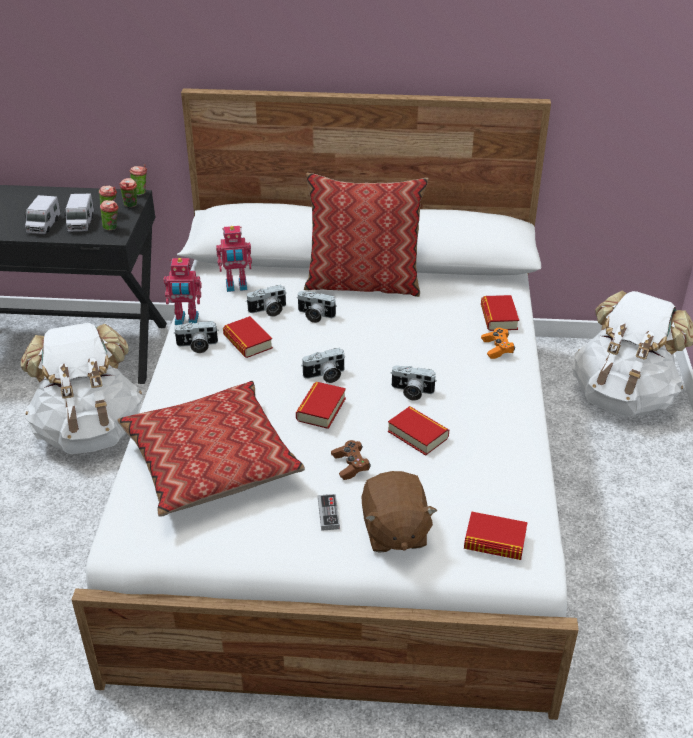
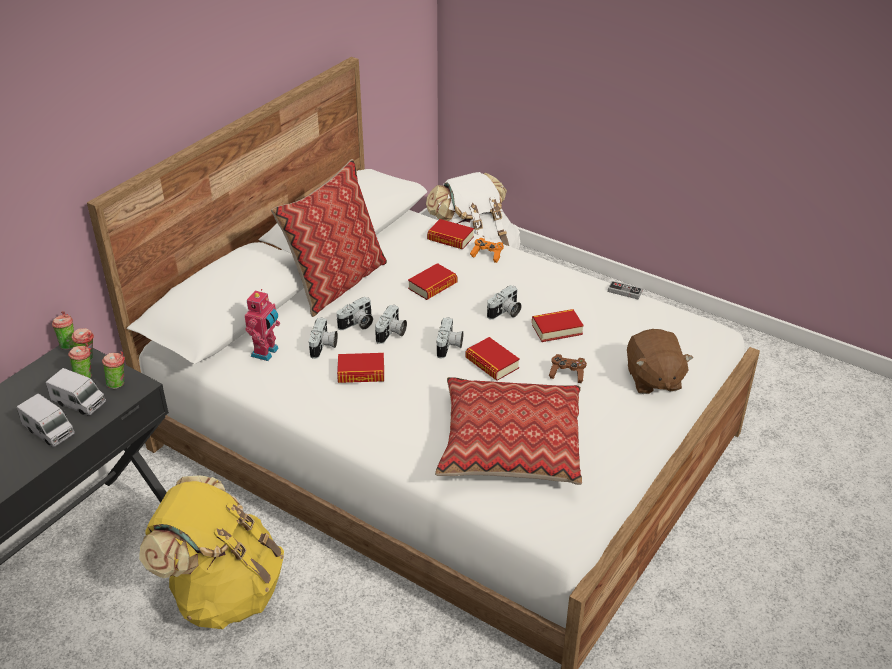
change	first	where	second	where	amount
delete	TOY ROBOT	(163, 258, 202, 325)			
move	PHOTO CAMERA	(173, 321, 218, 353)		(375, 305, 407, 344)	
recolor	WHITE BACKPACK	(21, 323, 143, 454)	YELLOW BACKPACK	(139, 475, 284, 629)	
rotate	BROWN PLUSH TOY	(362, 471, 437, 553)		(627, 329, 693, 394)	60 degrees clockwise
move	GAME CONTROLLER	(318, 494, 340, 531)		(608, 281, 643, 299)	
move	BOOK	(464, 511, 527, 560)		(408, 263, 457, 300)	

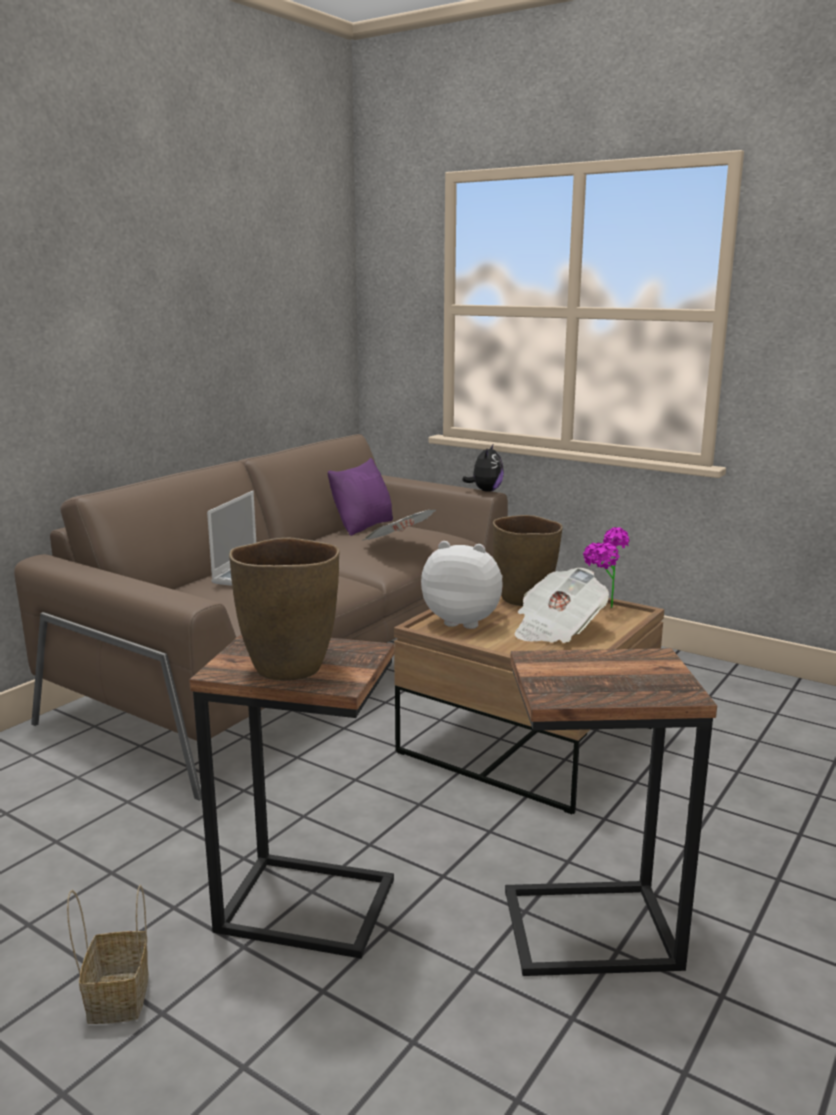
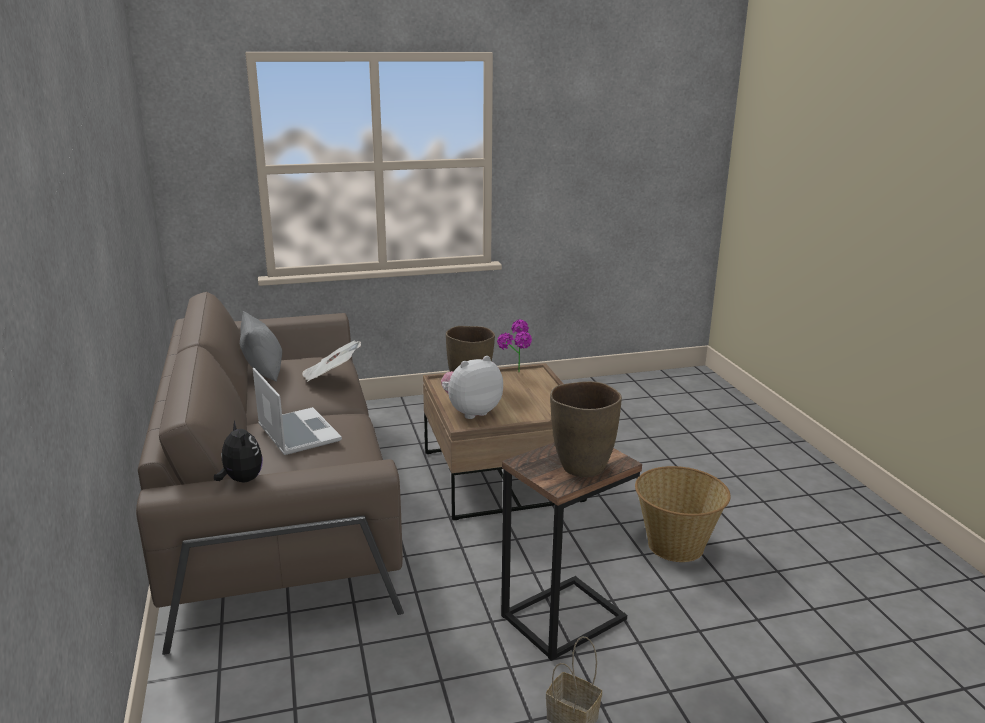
change	first	where	second	where	amount
move	PLUSH TOY	(462, 443, 504, 492)		(214, 421, 263, 482)	
recolor	PURPLE PILLOW	(328, 458, 393, 536)	GREY PILLOW	(240, 311, 282, 382)	
delete	NEWSPAPER	(515, 568, 609, 643)			
replace	SIDE TABLE	(505, 648, 717, 976)	BASKET	(635, 466, 731, 562)	

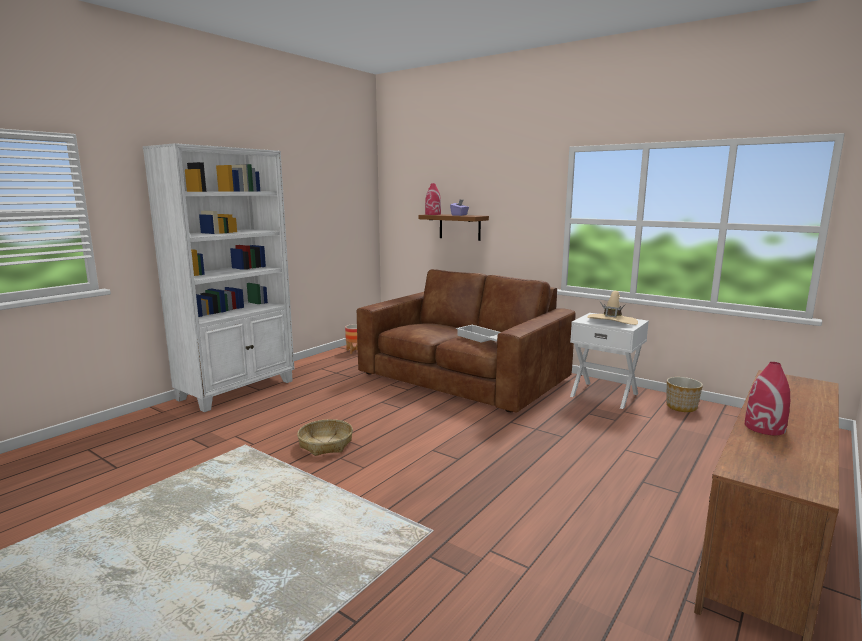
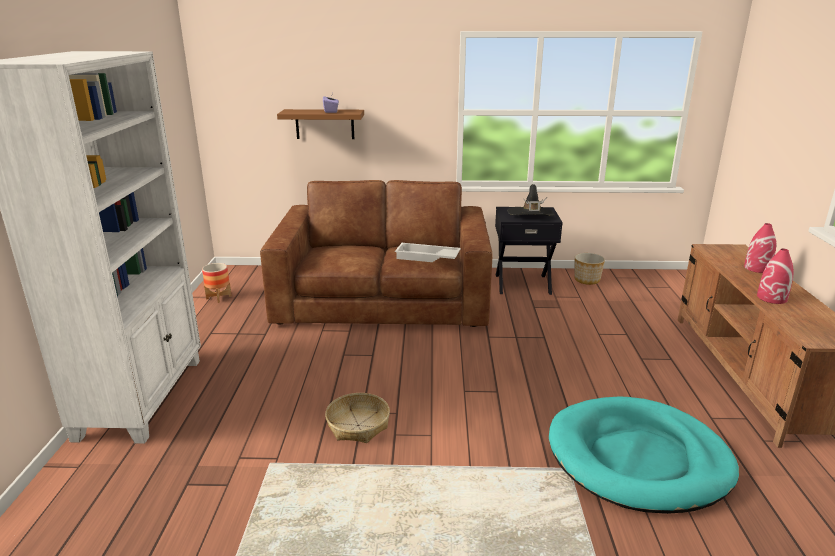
change	first	where	second	where	amount
move	RED VASE	(425, 183, 441, 215)		(744, 223, 776, 273)	
recolor	BEIGE HAT	(587, 291, 638, 325)	BLACK HAT	(507, 184, 555, 216)	
recolor	WHITE SIDE TABLE	(570, 313, 649, 409)	BLACK SIDE TABLE	(495, 207, 563, 295)	
insert			TURQUOISE DOG BED	(549, 396, 739, 514)	

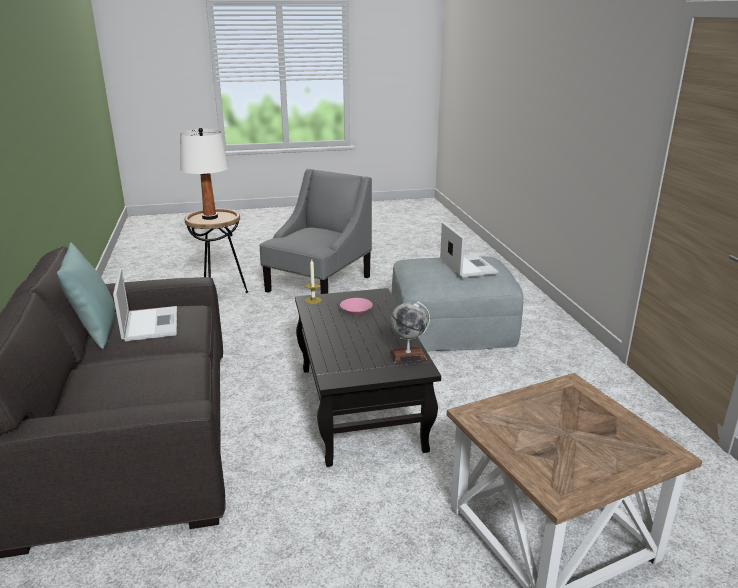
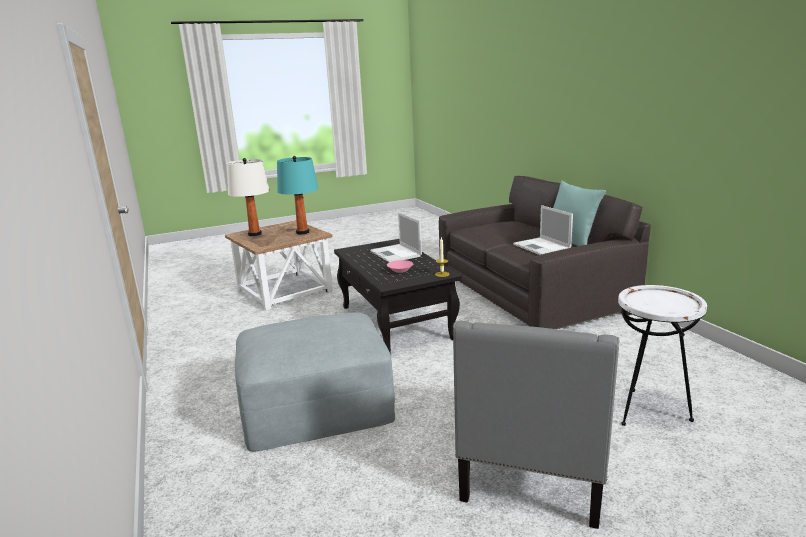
change	first	where	second	where	amount
move	WHITE TABLE LAMP	(180, 128, 229, 220)		(227, 158, 270, 236)	
recolor	BROWN SIDE TABLE	(184, 209, 248, 293)	WHITE SIDE TABLE	(618, 285, 707, 426)	
move	LAPTOP	(440, 222, 498, 278)		(370, 212, 422, 262)	
delete	GLOBE	(390, 301, 430, 364)			
insert			TURQUOISE TABLE LAMP	(277, 156, 318, 234)	

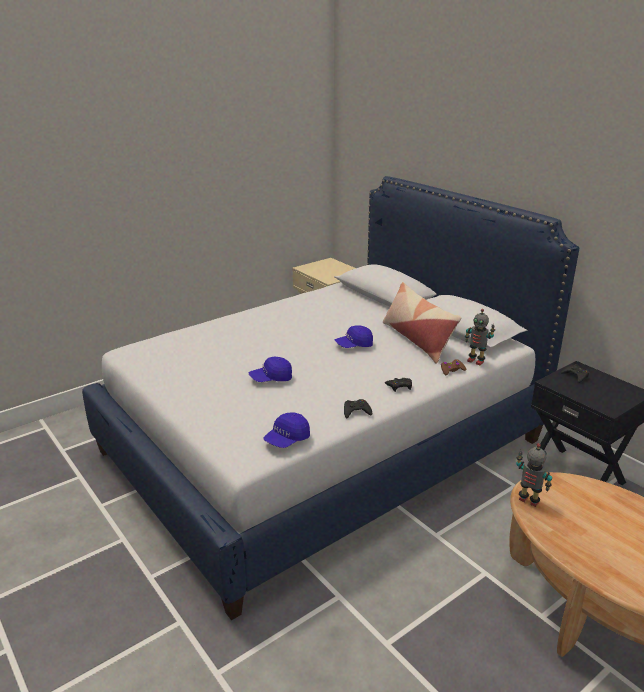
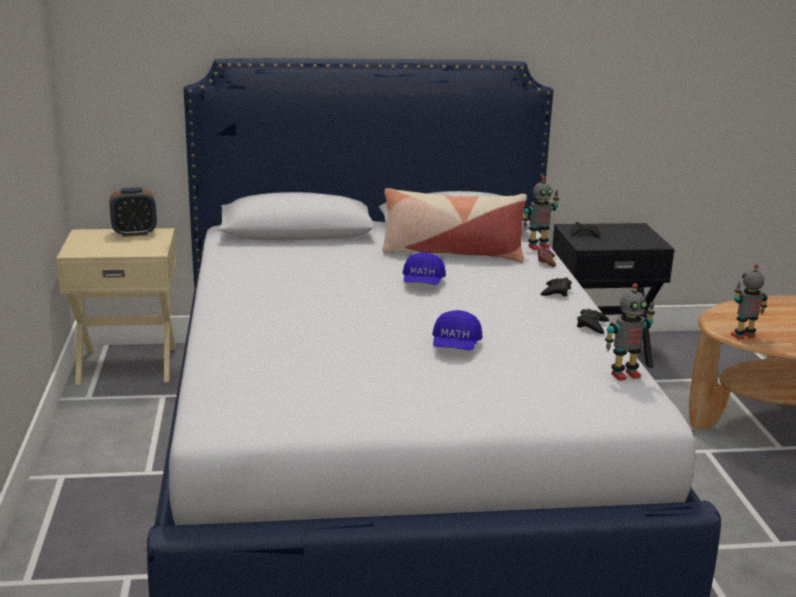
change	first	where	second	where	amount
replace	BLUE CAP	(263, 412, 310, 448)	TOY ROBOT	(605, 283, 655, 381)	
insert			ALARM CLOCK	(109, 187, 157, 237)	

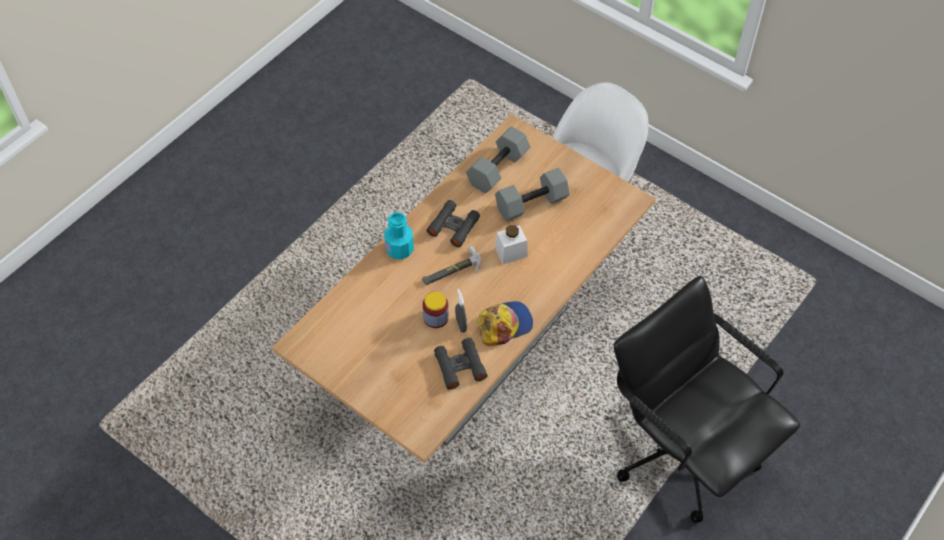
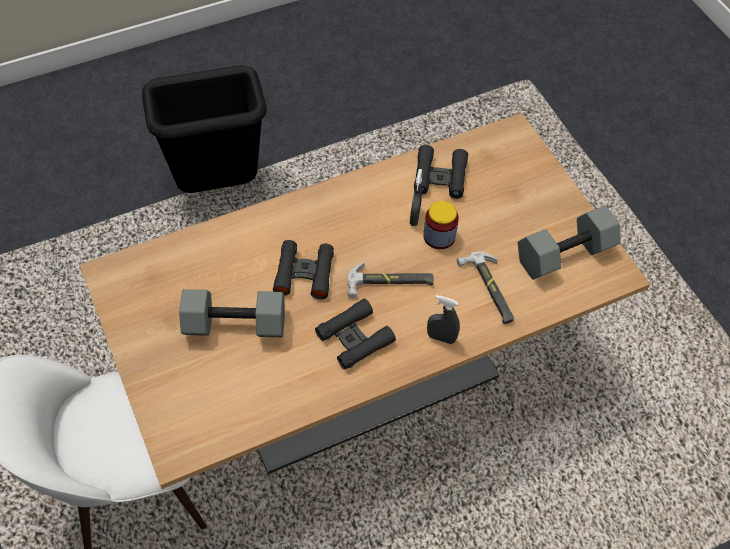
change	first	where	second	where	amount
move	GREY DUMBBELL	(466, 126, 530, 193)		(518, 206, 621, 280)	
replace	TURQUOISE BOTTLE	(384, 212, 414, 260)	GREY SPRAY BOTTLE	(427, 295, 460, 344)	
replace	WHITE JAR	(495, 225, 528, 264)	BLACK BINOCULARS	(273, 240, 334, 299)	
replace	BLACK OFFICE CHAIR	(614, 276, 800, 523)	BLACK TRASH CAN	(142, 65, 267, 193)	
delete	CAP	(477, 301, 533, 346)			
insert			HAMMER	(457, 251, 514, 324)	

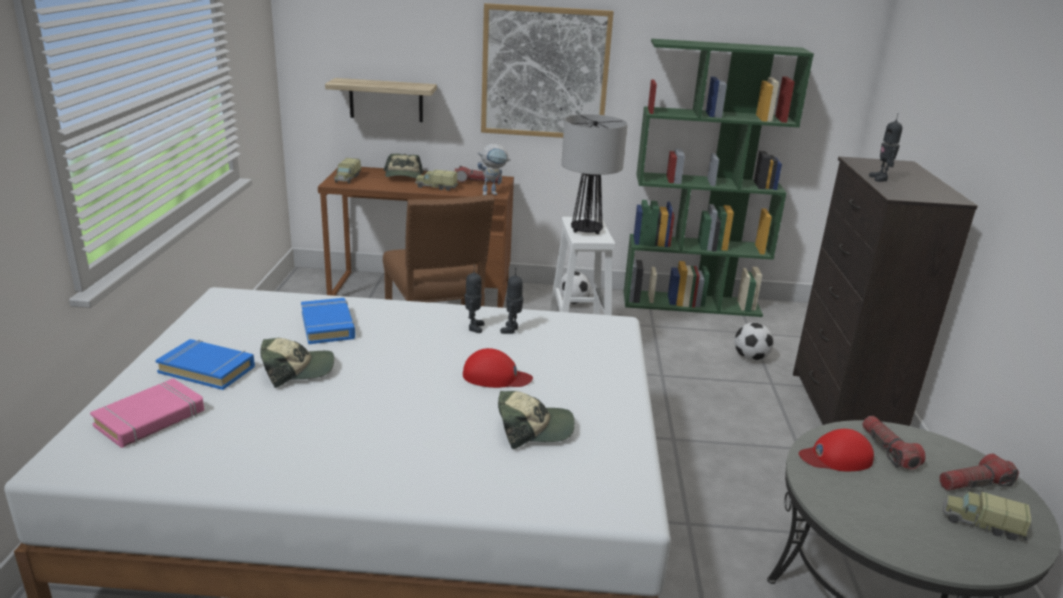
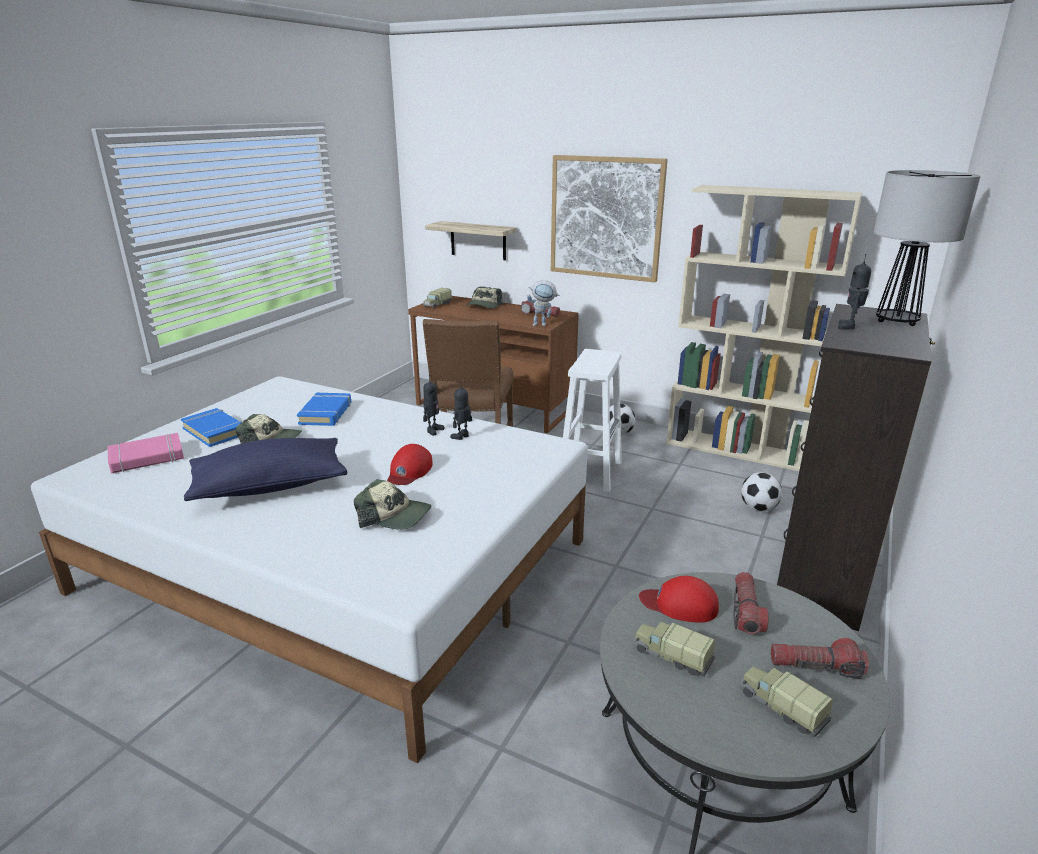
change	first	where	second	where	amount
recolor	GREEN BOOKCASE	(624, 39, 814, 317)	BEIGE BOOKCASE	(666, 185, 863, 471)	
move	TABLE LAMP	(561, 114, 628, 234)		(874, 170, 981, 326)	
move	TOY TRUCK	(415, 170, 458, 191)		(633, 622, 715, 677)	
rotate	RED CAP	(463, 348, 533, 388)		(387, 444, 433, 485)	75 degrees clockwise
insert			BLUE PILLOW	(184, 438, 347, 501)	

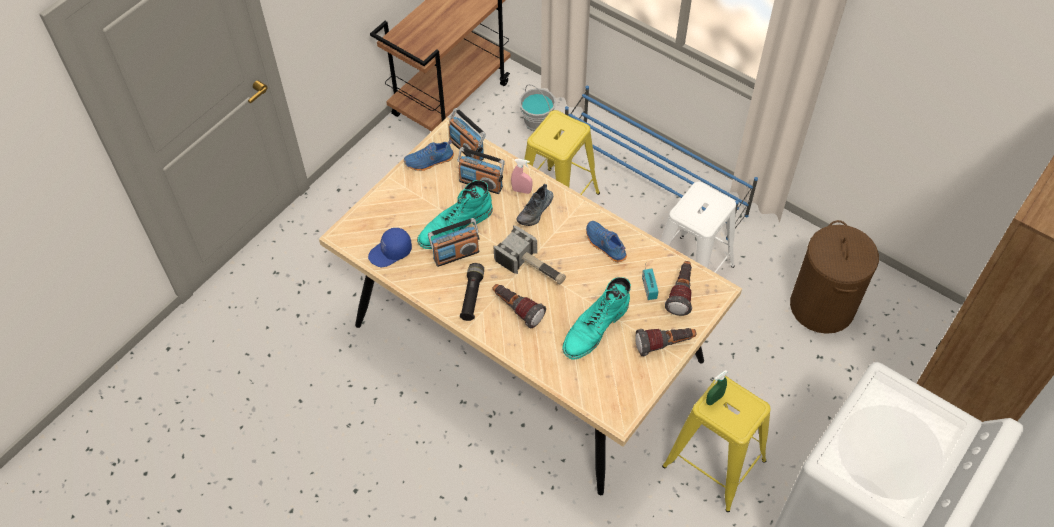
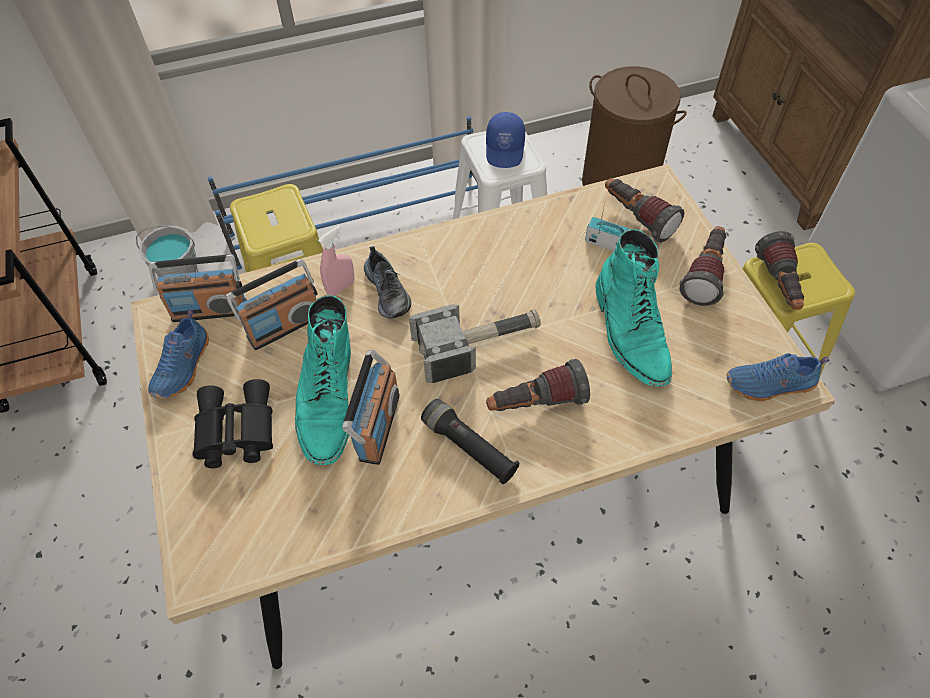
change	first	where	second	where	amount
move	BLUE SHOE	(586, 221, 627, 262)		(726, 353, 830, 401)	
move	BLUE CAP	(368, 228, 412, 267)		(486, 112, 525, 168)	
replace	GREEN SPRAY BOTTLE	(706, 370, 728, 405)	FLASHLIGHT	(755, 231, 804, 310)	
insert			BLACK BINOCULARS	(193, 379, 273, 468)	

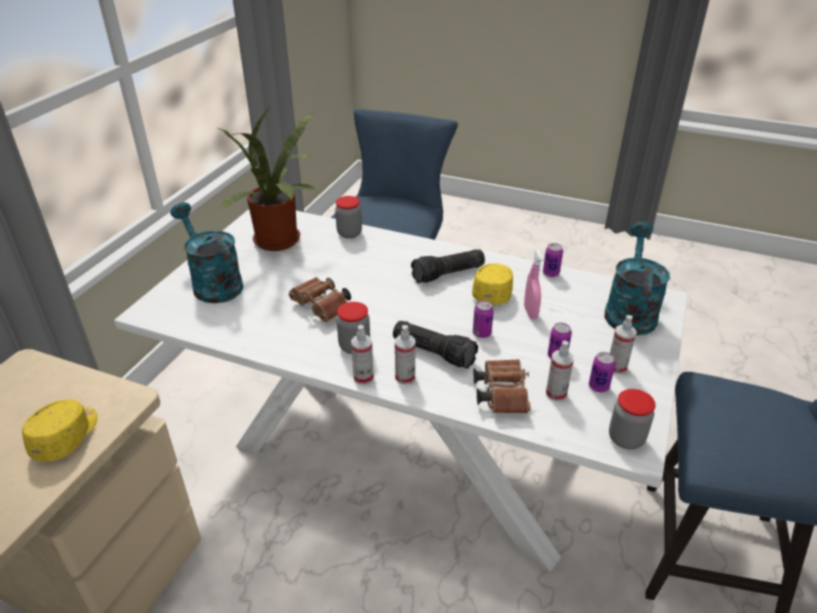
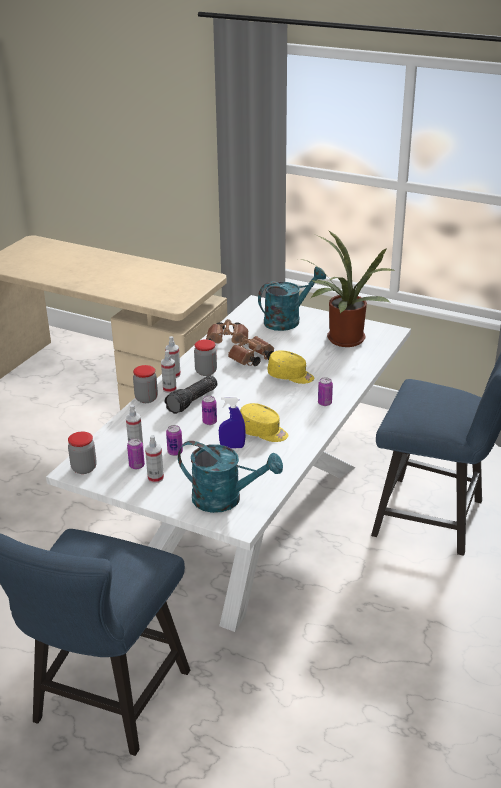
change	first	where	second	where	amount
move	JAR	(335, 196, 362, 238)		(133, 365, 158, 403)	
move	CAN	(543, 243, 563, 277)		(318, 377, 333, 406)	
delete	FLASHLIGHT	(411, 249, 485, 283)			
recolor	PINK SPRAY BOTTLE	(524, 250, 543, 319)	BLUE SPRAY BOTTLE	(219, 396, 246, 448)	
move	BROWN BINOCULARS	(473, 359, 530, 413)		(206, 319, 249, 344)	
move	YELLOW CAP	(22, 399, 98, 462)		(267, 350, 314, 384)	

